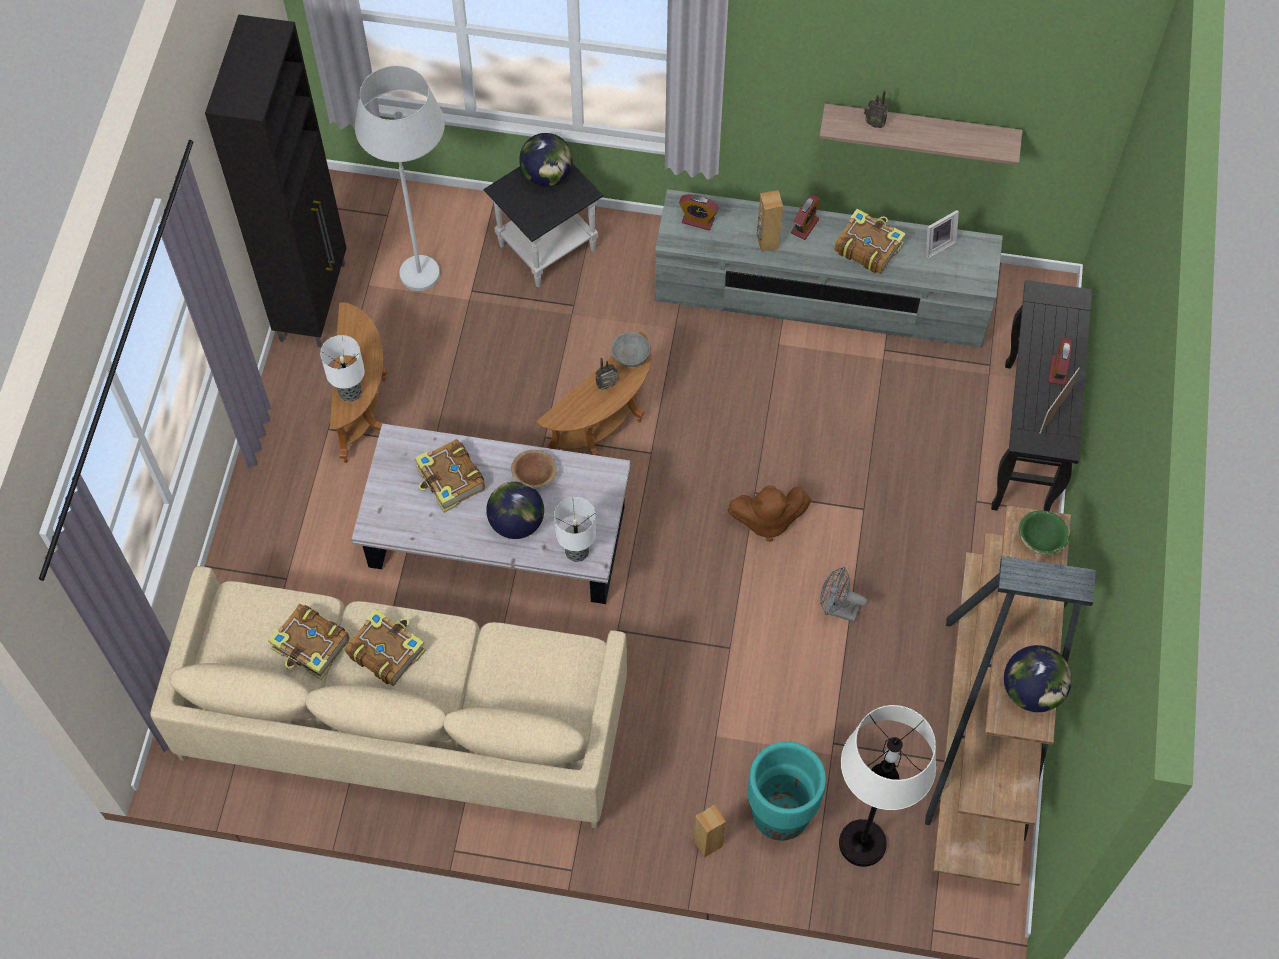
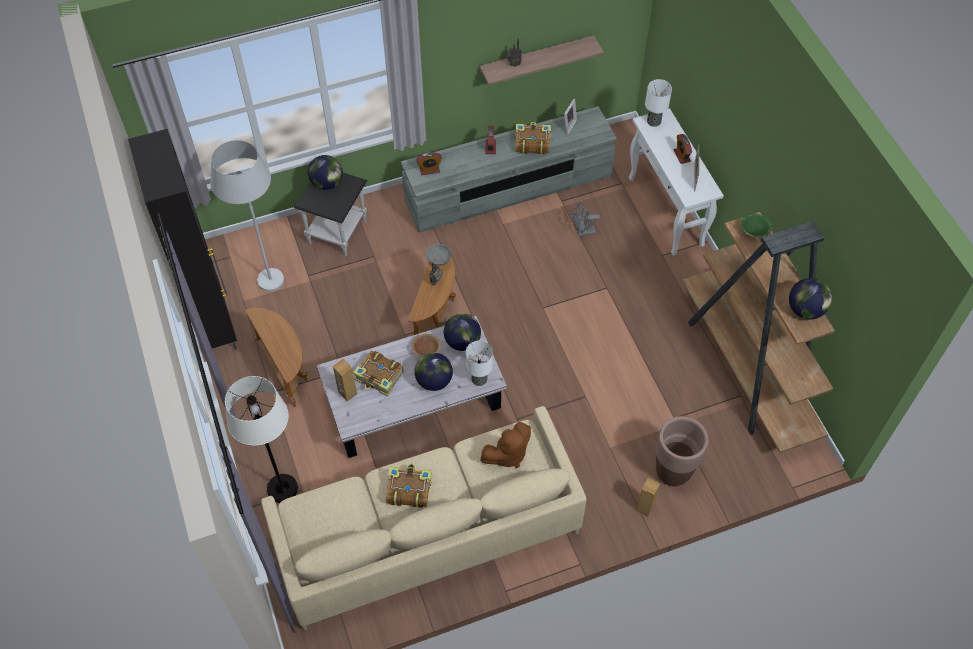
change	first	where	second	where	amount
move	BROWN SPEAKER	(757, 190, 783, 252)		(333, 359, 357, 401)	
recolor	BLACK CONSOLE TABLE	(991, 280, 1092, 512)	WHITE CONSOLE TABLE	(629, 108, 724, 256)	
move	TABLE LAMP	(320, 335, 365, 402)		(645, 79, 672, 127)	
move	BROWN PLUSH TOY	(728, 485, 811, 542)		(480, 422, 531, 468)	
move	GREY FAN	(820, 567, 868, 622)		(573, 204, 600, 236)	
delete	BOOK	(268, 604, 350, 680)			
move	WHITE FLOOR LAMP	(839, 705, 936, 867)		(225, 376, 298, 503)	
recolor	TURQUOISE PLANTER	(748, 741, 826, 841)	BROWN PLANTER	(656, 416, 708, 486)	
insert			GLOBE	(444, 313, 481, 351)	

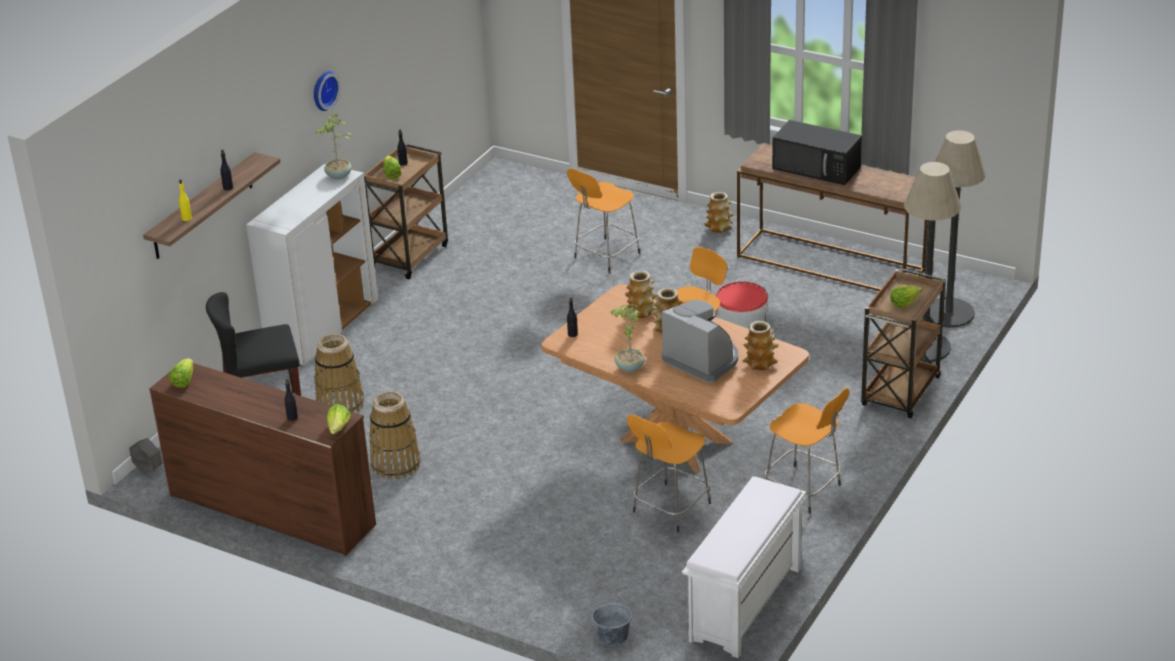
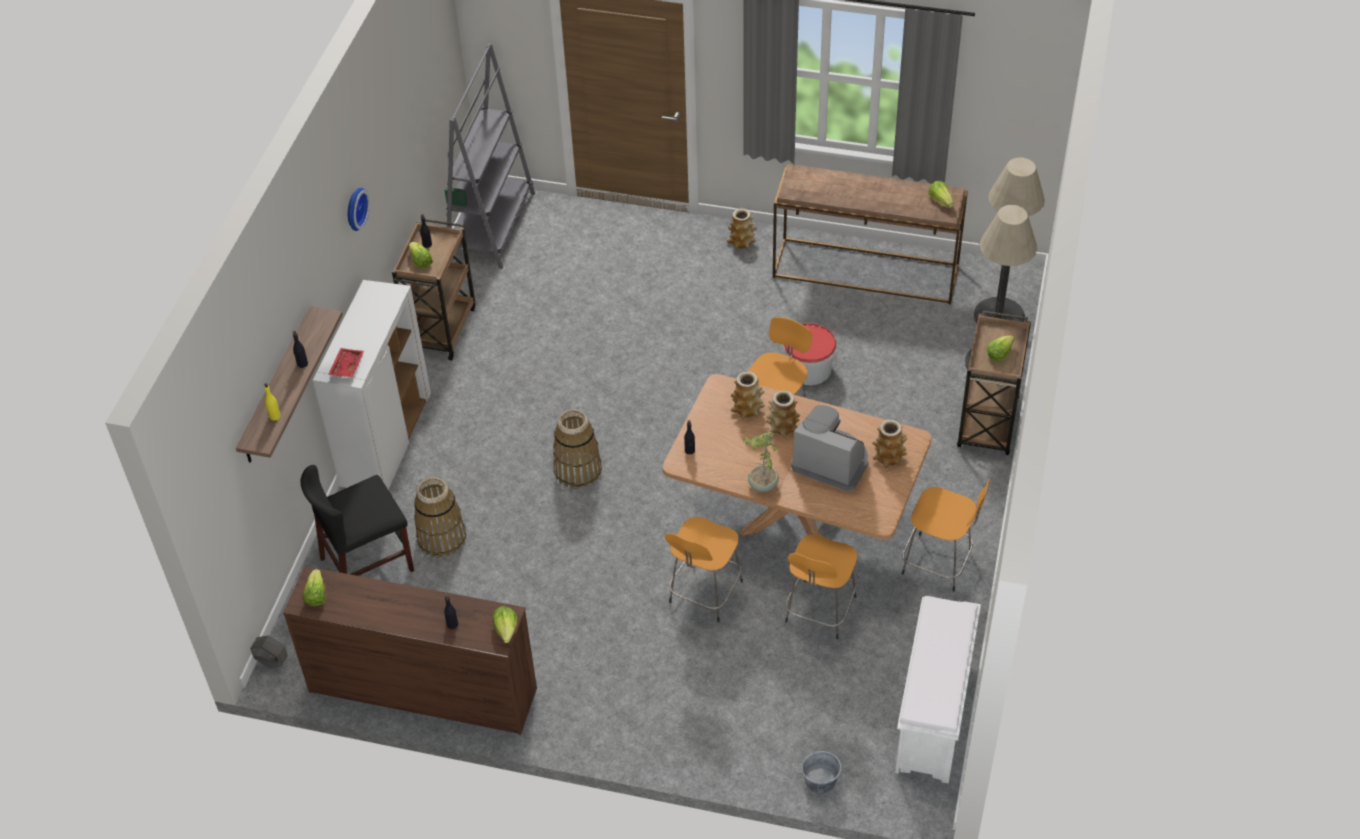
change	first	where	second	where	amount
delete	POTTED PLANT	(316, 113, 353, 180)			
delete	BLACK MICROWAVE	(772, 120, 862, 185)			
move	ORANGE STOOL	(567, 168, 640, 273)		(665, 517, 743, 622)	
move	BASKET	(369, 391, 420, 479)		(553, 409, 602, 489)	
insert			GREY BOOKCASE	(445, 44, 535, 269)	
insert			LETTUCE	(928, 181, 954, 208)	
insert			RED TRAY	(328, 348, 364, 378)	

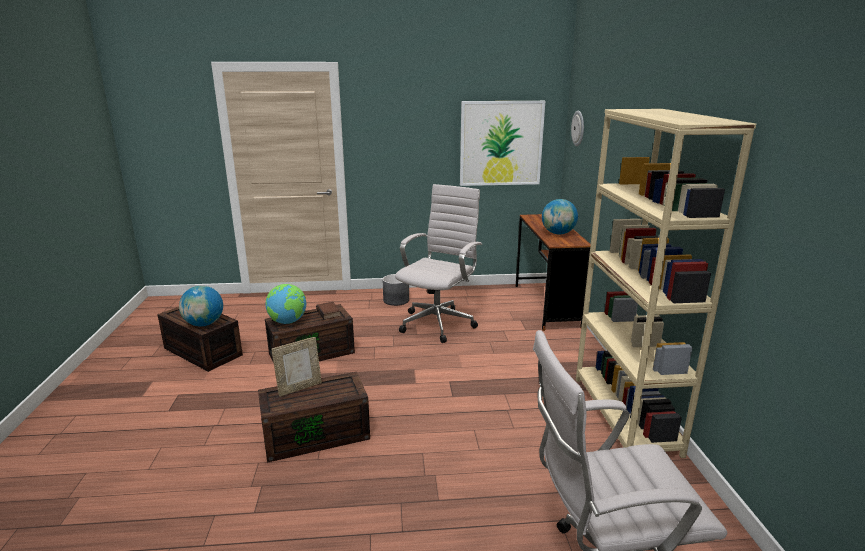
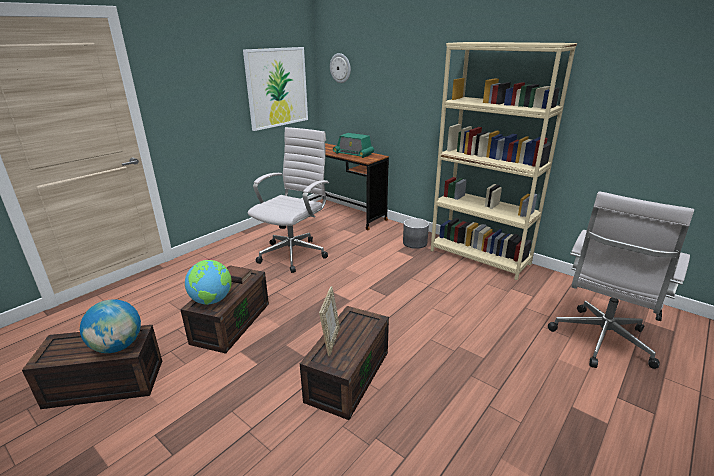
change	first	where	second	where	amount
rotate	WHITE OFFICE CHAIR	(395, 184, 482, 343)		(248, 127, 329, 273)	45 degrees clockwise
replace	GLOBE	(542, 199, 578, 234)	RADIO	(333, 133, 374, 158)	
move	GREY PLANTER	(382, 274, 409, 306)		(403, 218, 429, 249)	

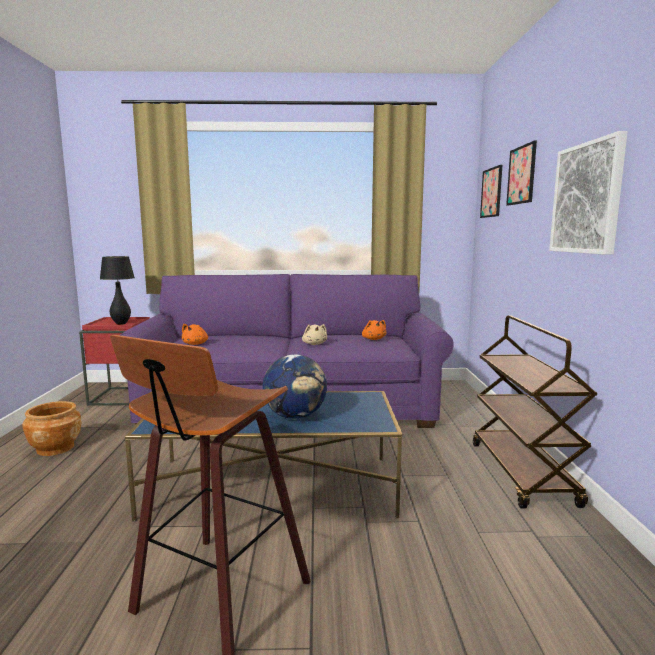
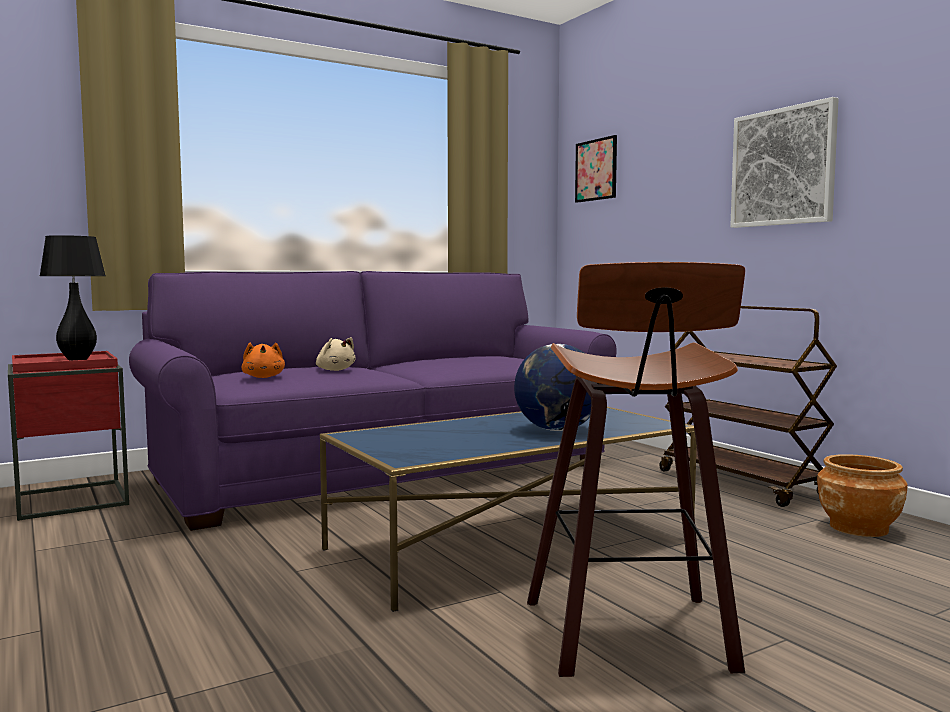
change	first	where	second	where	amount
delete	PICTURE	(506, 141, 537, 206)			
delete	ORANGE PLUSH TOY	(362, 320, 386, 340)			
move	BEIGE PLUSH TOY	(302, 324, 327, 345)		(316, 337, 356, 371)	
move	BROWN PLANTER	(22, 401, 82, 456)		(817, 454, 908, 537)	

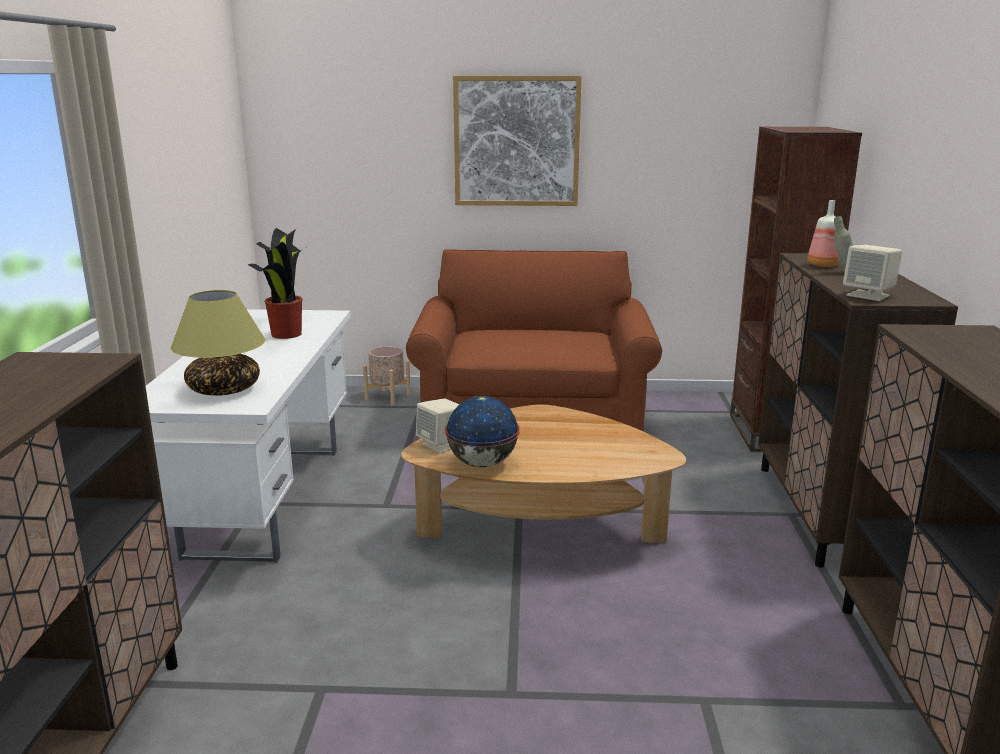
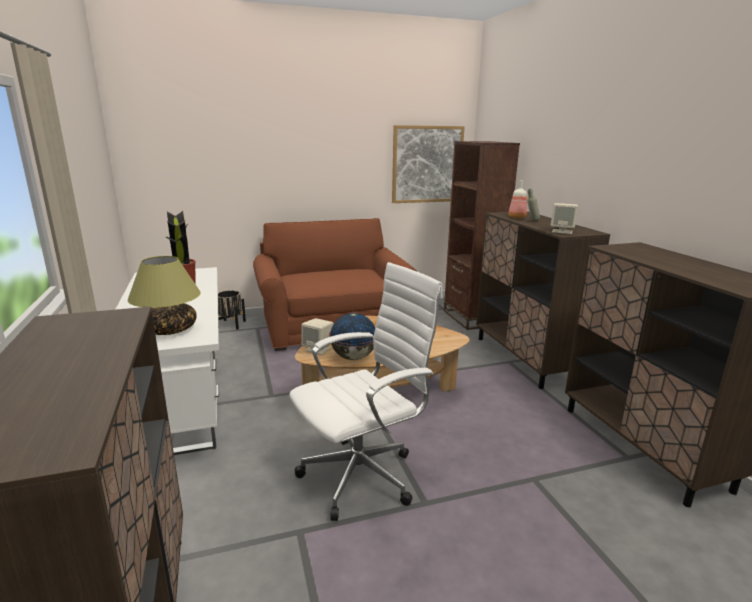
change	first	where	second	where	amount
move	PICTURE	(453, 76, 582, 206)		(392, 125, 465, 203)	
recolor	BEIGE PLANTER	(363, 346, 411, 406)	BLACK PLANTER	(218, 290, 246, 330)	
insert			WHITE OFFICE CHAIR	(289, 262, 443, 521)	

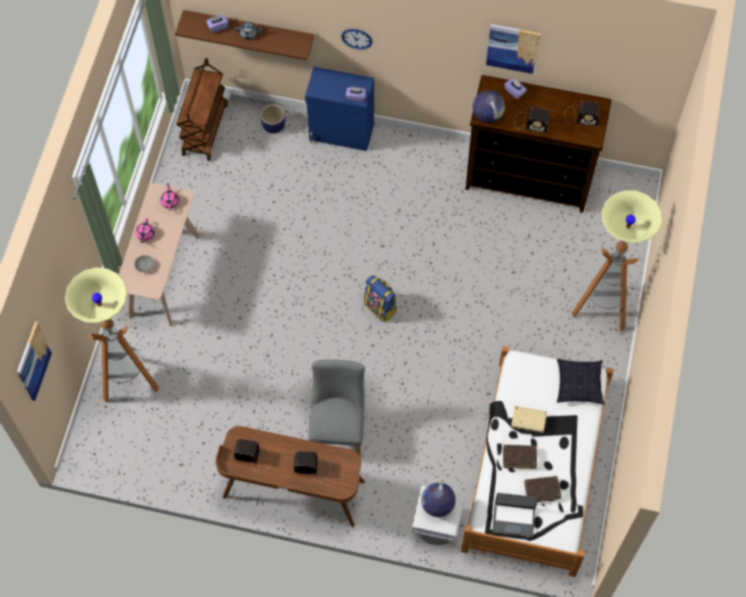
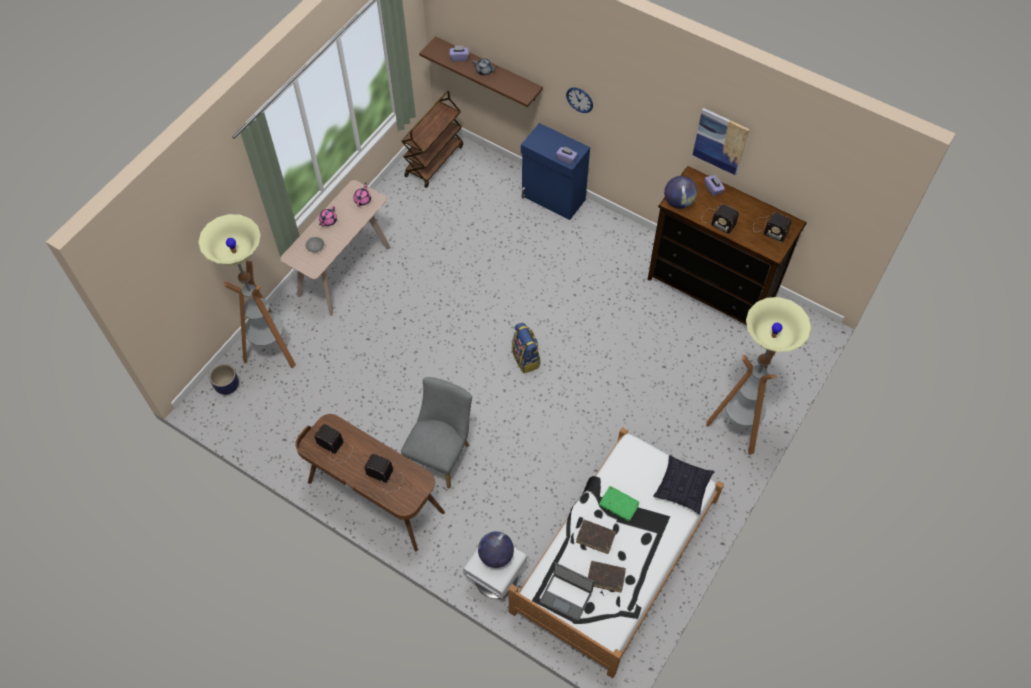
change	first	where	second	where	amount
move	PLANTER	(261, 104, 285, 134)		(209, 364, 239, 395)	
delete	PICTURE	(17, 322, 52, 401)			
recolor	BEIGE BOOK	(511, 406, 547, 433)	GREEN BOOK	(599, 486, 639, 522)	

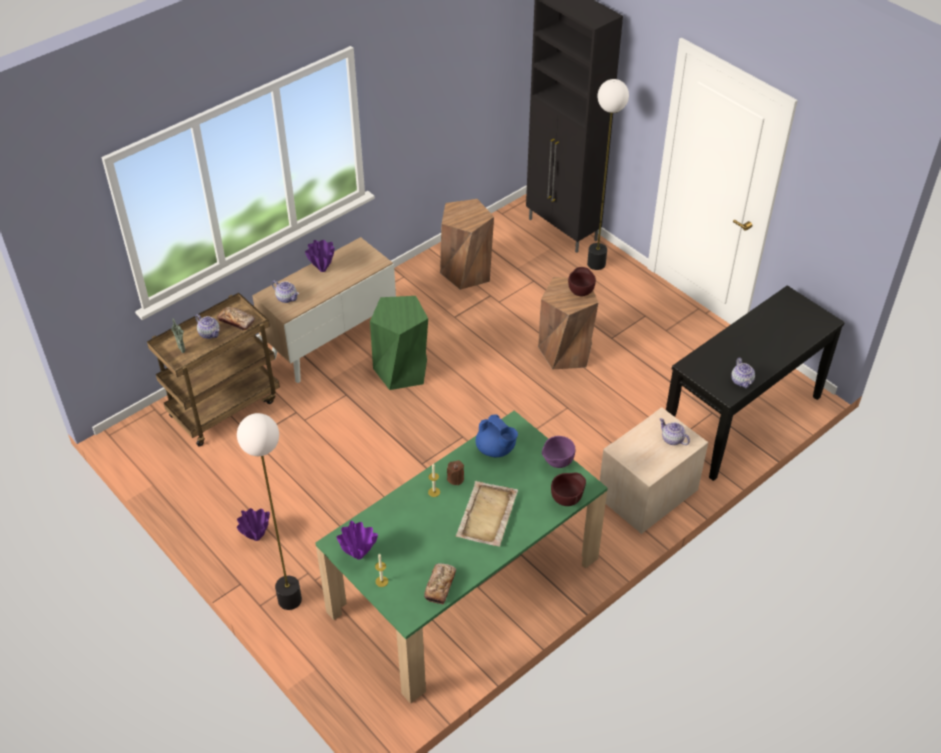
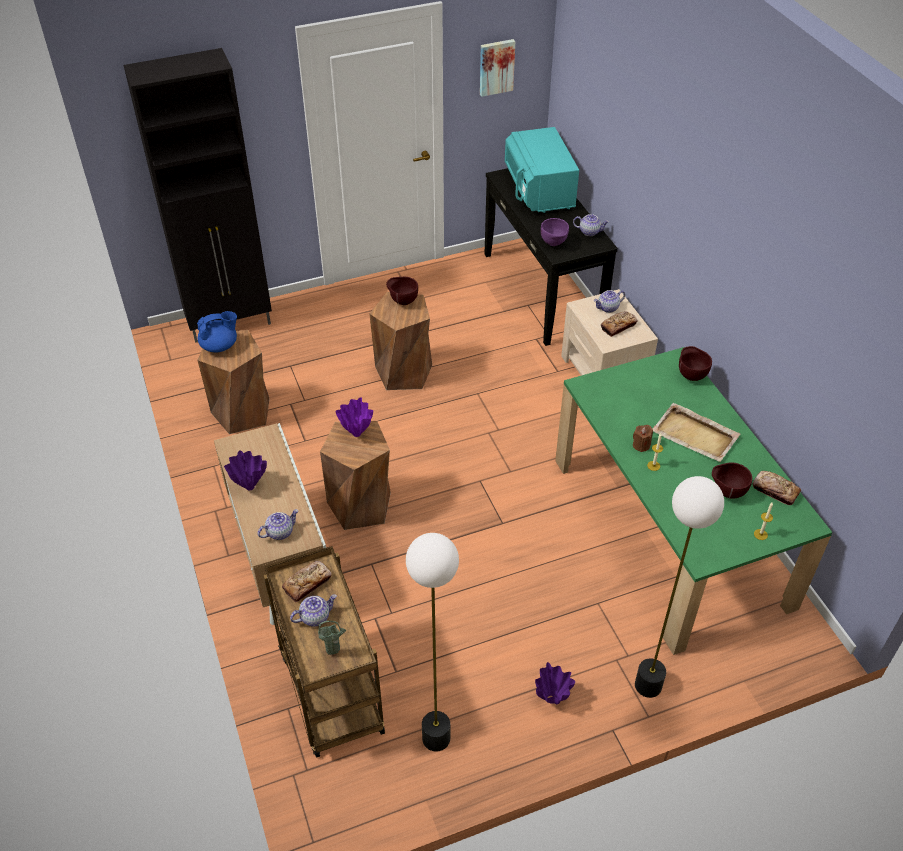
change	first	where	second	where	amount
move	FLOOR LAMP	(587, 79, 629, 270)		(406, 533, 459, 751)	
recolor	GREEN STOOL	(370, 296, 428, 390)	BROWN STOOL	(320, 421, 391, 530)	
move	BLUE TEAPOT	(476, 414, 518, 457)		(197, 311, 237, 353)	
move	PURPLE BOWL	(542, 436, 575, 468)		(541, 218, 569, 246)	
move	PURPLE VASE	(337, 521, 378, 559)		(335, 397, 373, 437)	
insert			PICTURE	(480, 39, 515, 97)	
insert			TURQUOISE MICROWAVE	(505, 127, 579, 213)	
insert			BREAD	(601, 311, 638, 337)	
insert			BROWN BOWL	(712, 462, 752, 499)	

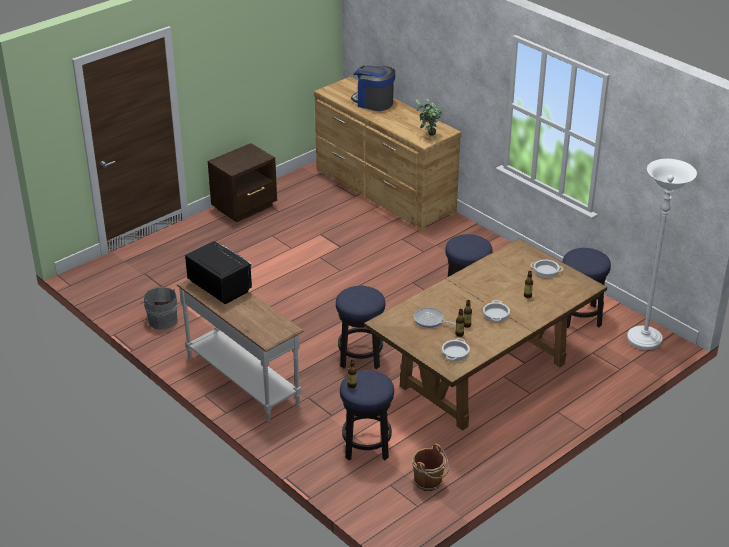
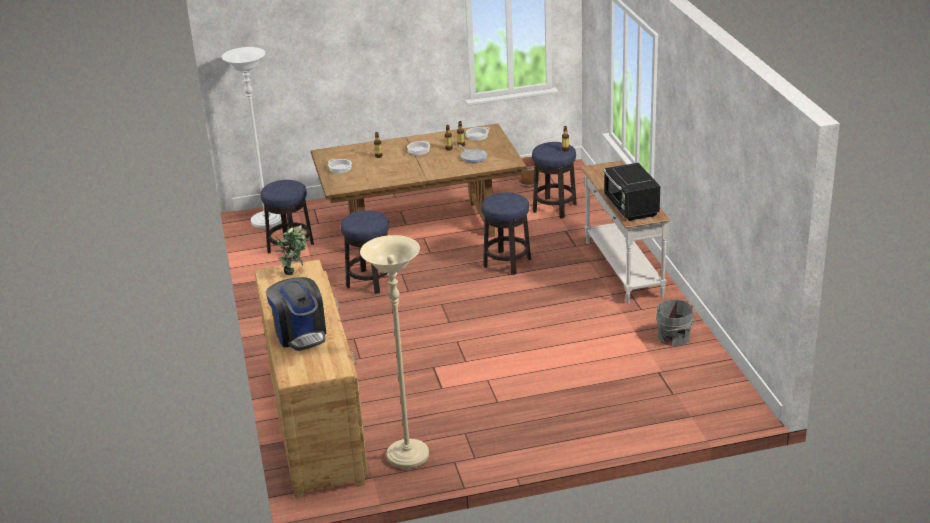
change	first	where	second	where	amount
delete	BROWN NIGHTSTAND	(208, 143, 277, 222)			
insert			BEIGE FLOOR LAMP	(360, 235, 429, 469)	

